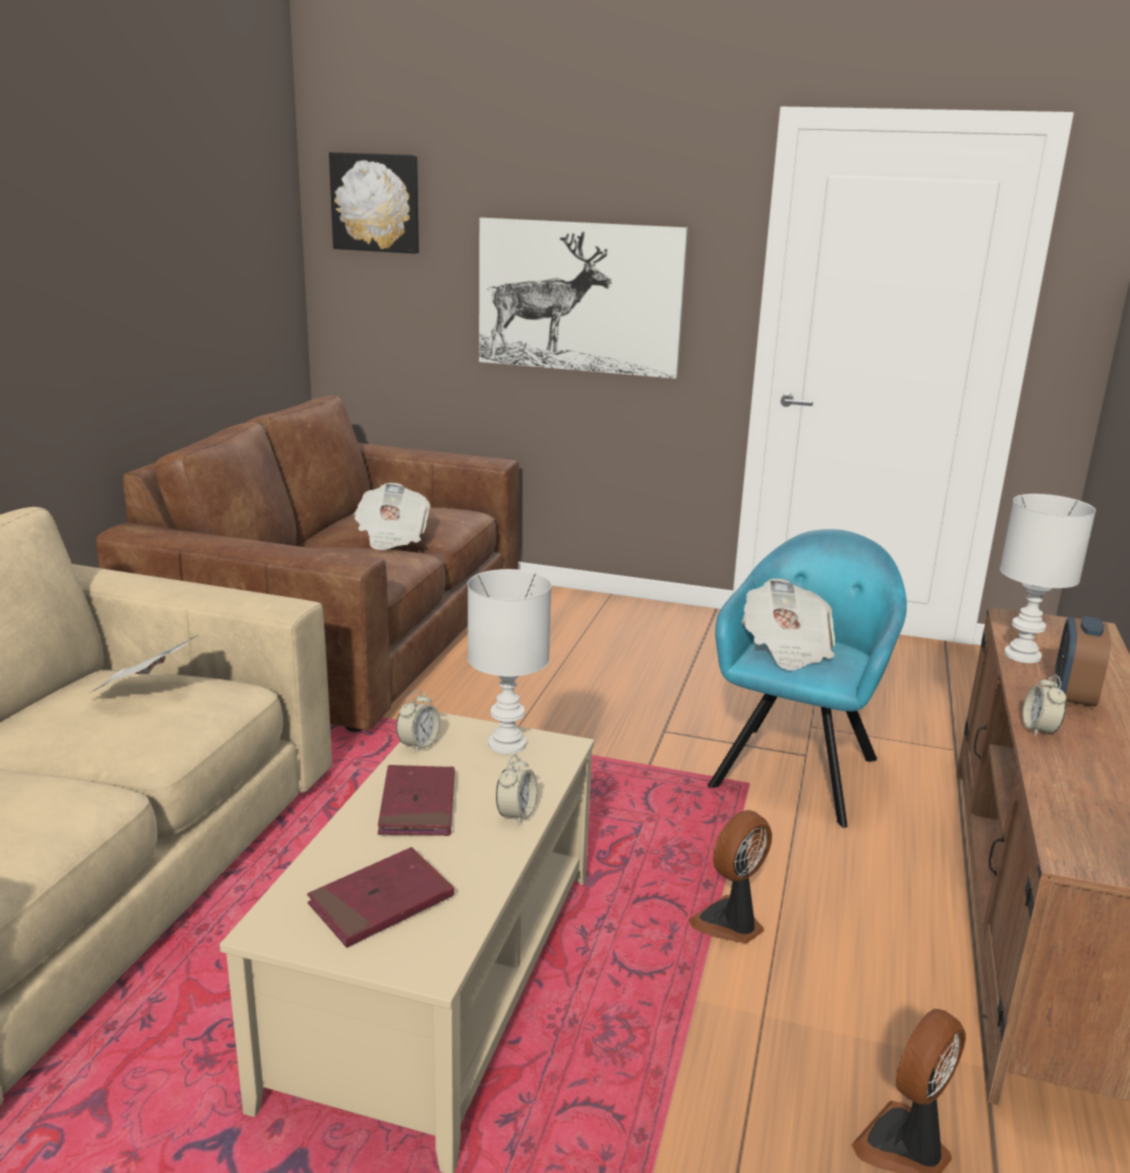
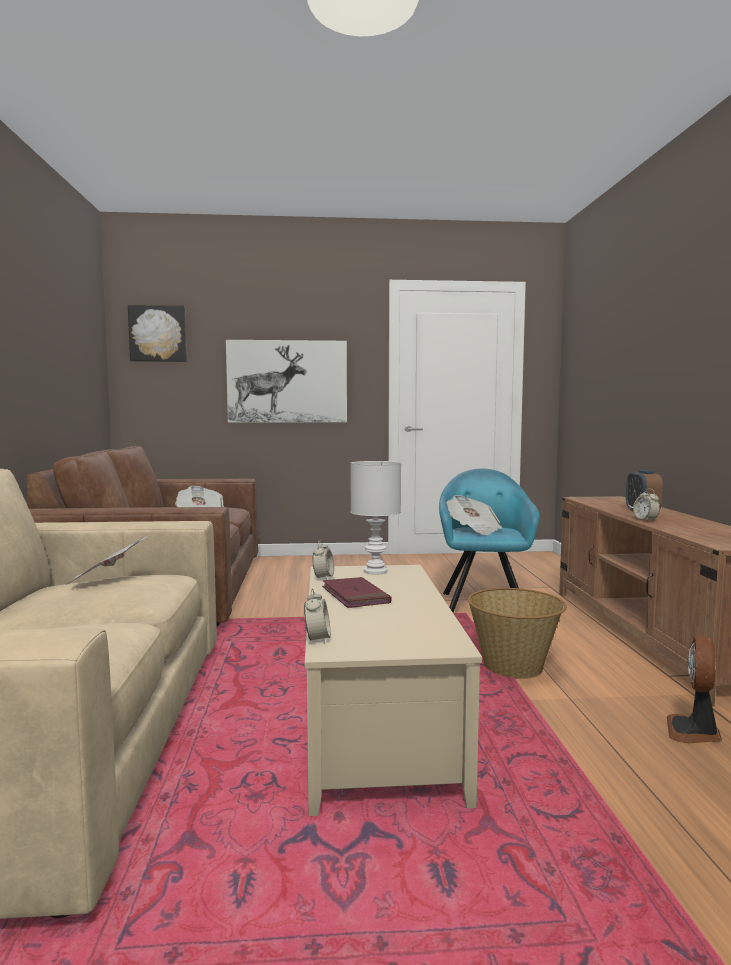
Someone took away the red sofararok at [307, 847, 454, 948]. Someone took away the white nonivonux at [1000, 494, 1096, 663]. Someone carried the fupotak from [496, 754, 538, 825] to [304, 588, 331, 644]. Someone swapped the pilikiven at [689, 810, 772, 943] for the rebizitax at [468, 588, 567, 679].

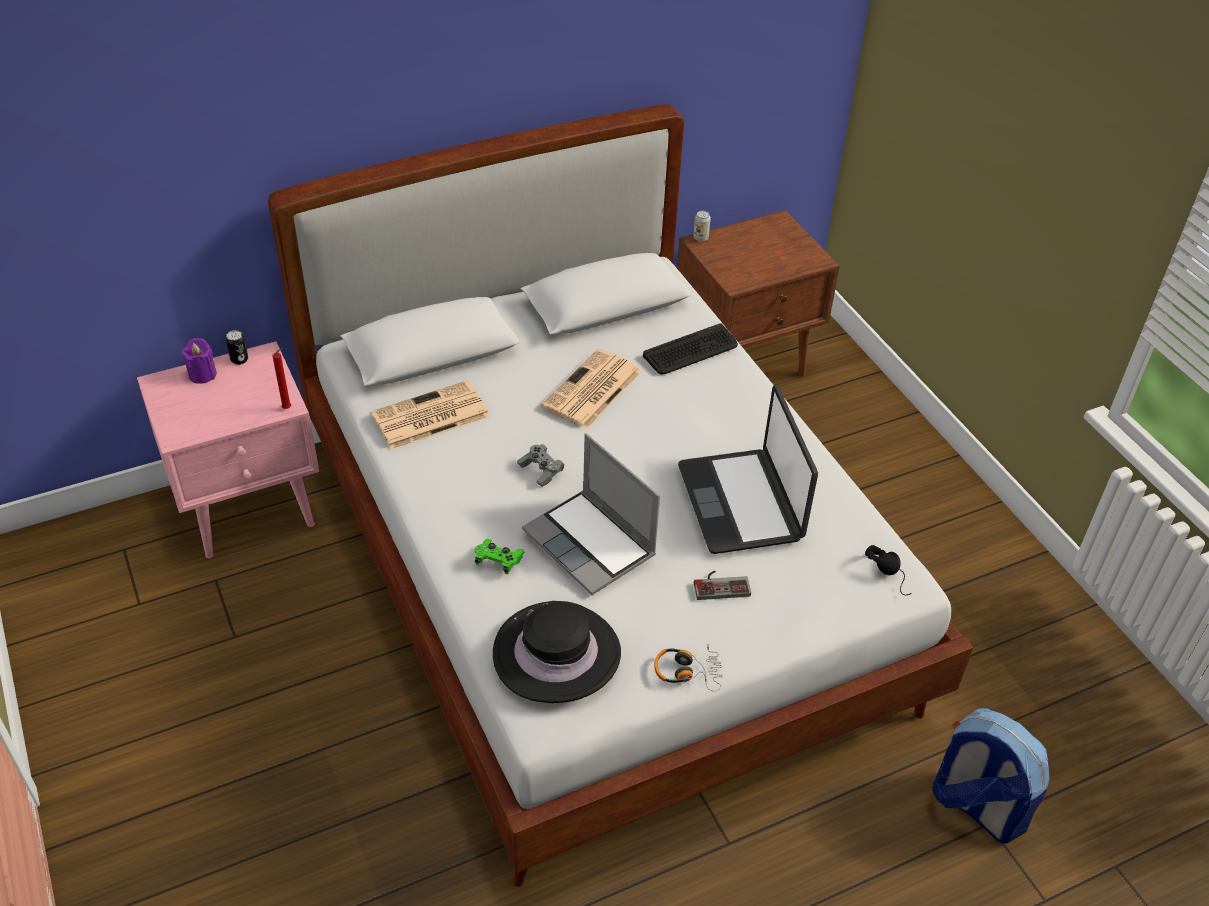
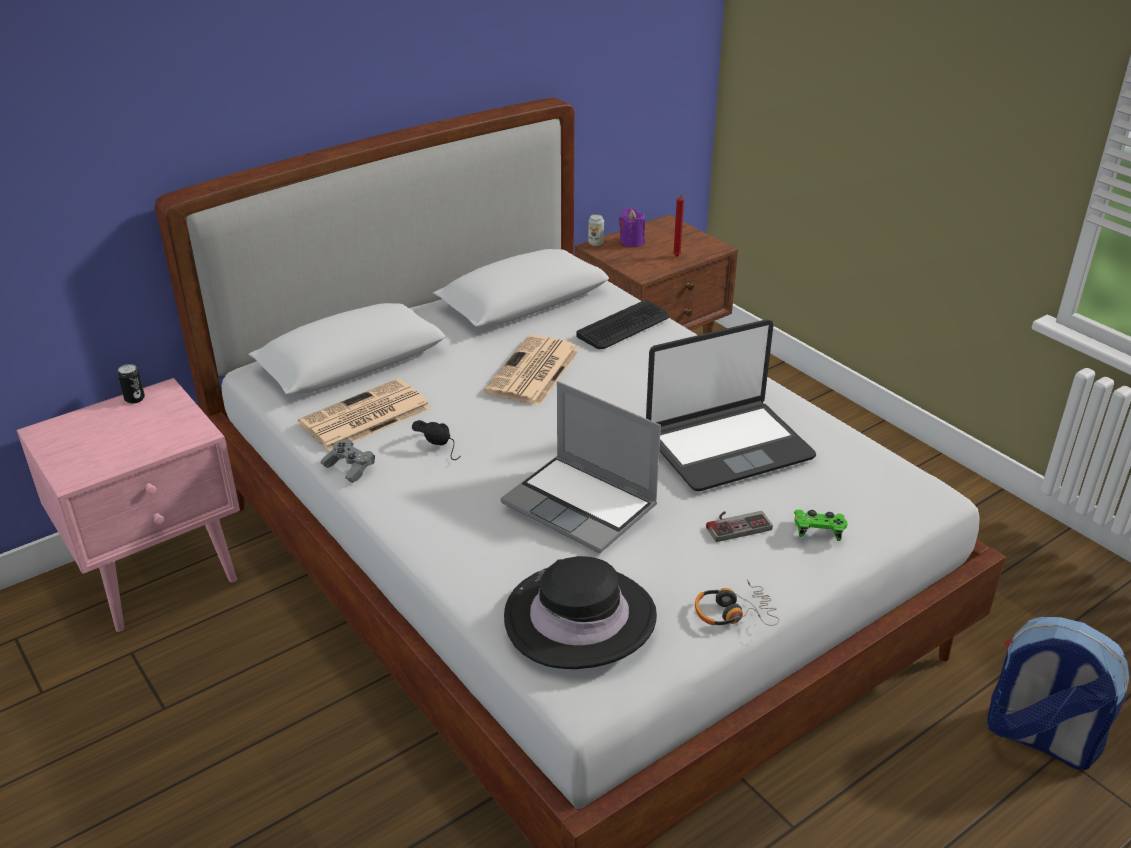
Someone carried the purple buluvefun from [182, 338, 217, 384] to [619, 207, 645, 248]. Someone carried the red buluvefun from [273, 347, 291, 409] to [673, 191, 687, 256]. Someone carried the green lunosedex from [475, 538, 525, 574] to [794, 510, 848, 541]. Someone carried the grey lunosedex from [517, 444, 564, 487] to [321, 439, 375, 483]. Someone carried the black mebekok from [865, 545, 912, 595] to [412, 420, 460, 460]. Someone rotated the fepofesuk at [678, 385, 818, 554] by 90 degrees counterclockwise.

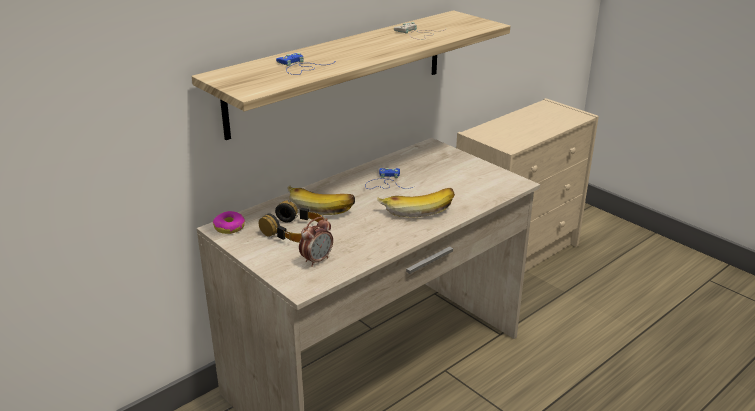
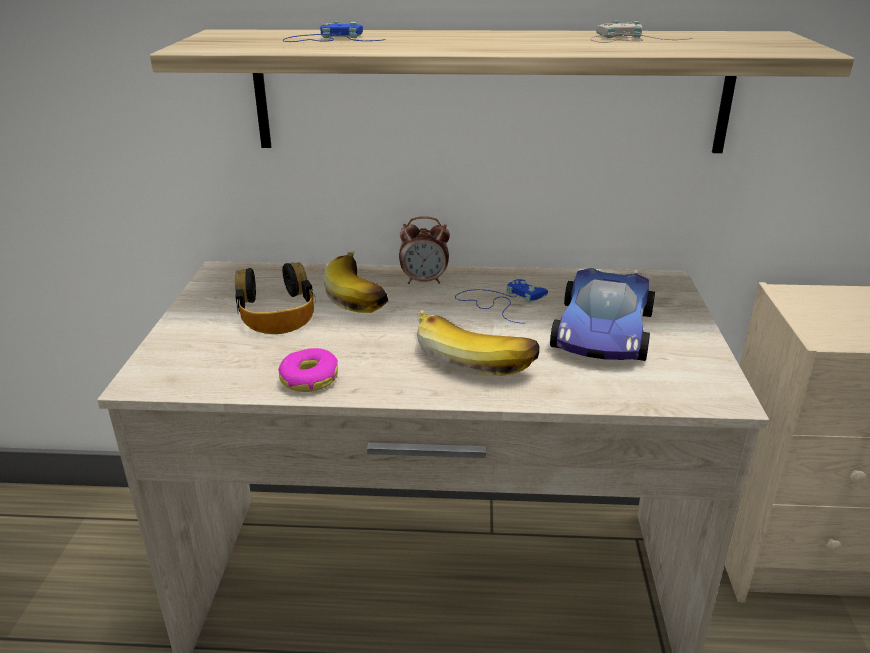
Someone put down the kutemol at [550, 268, 655, 361]. Someone carried the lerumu from [213, 211, 245, 234] to [278, 348, 338, 392]. Someone carried the fupotak from [299, 217, 333, 267] to [399, 216, 450, 284].

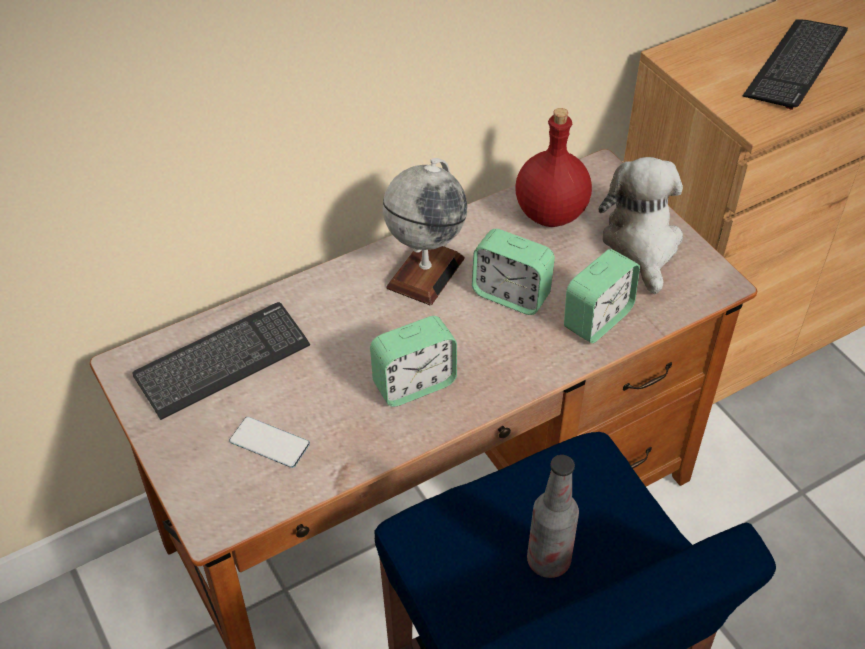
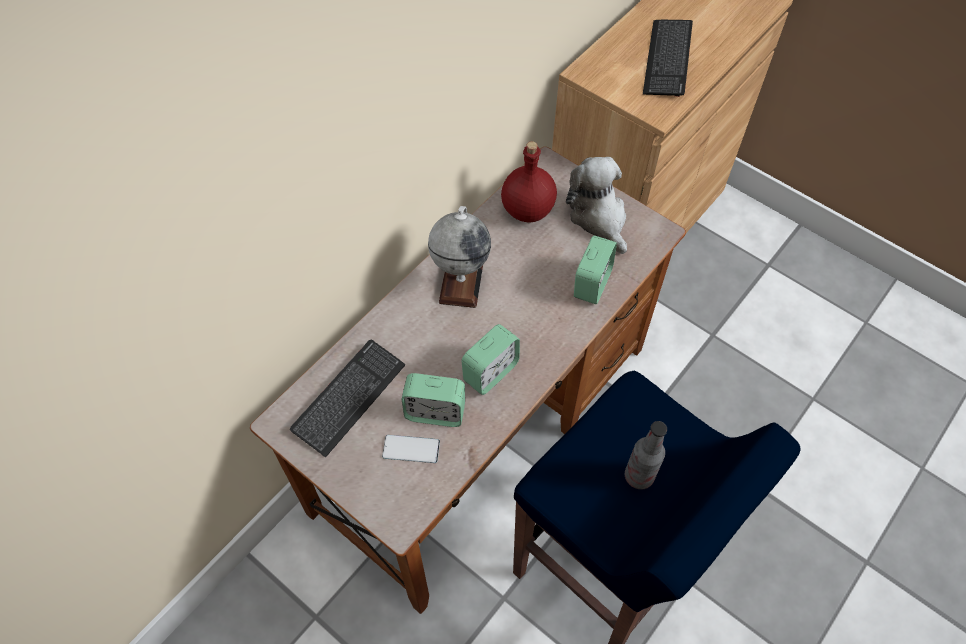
Someone carried the fupotak from [472, 229, 555, 315] to [402, 373, 465, 427].

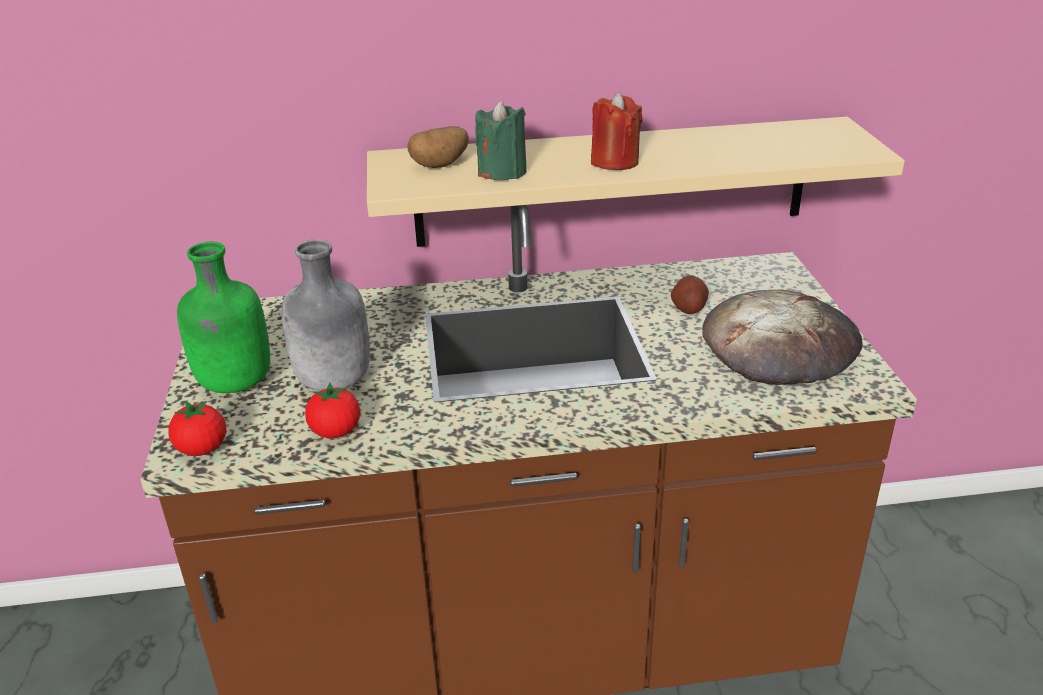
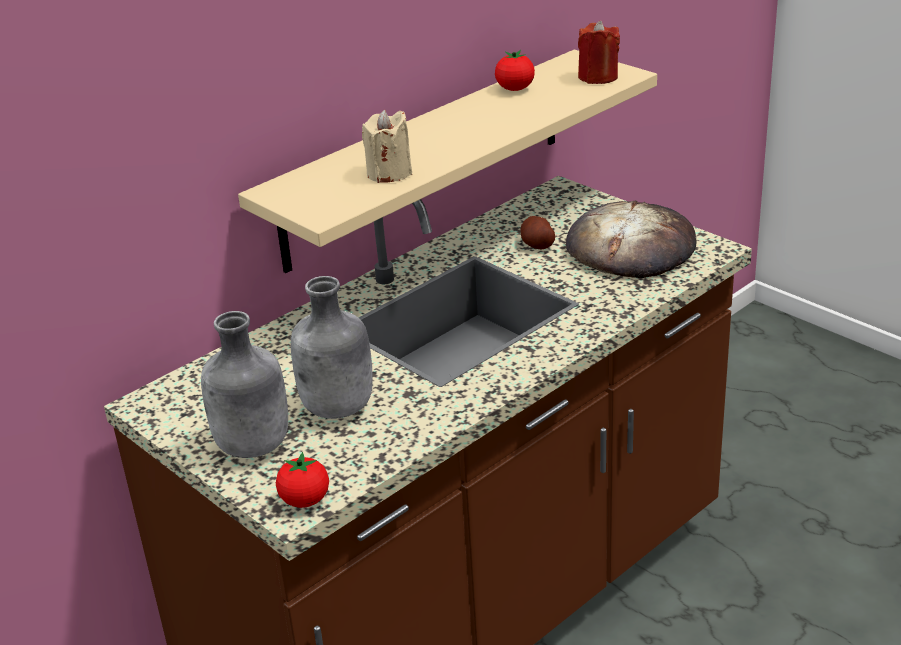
Someone took away the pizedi at [408, 126, 469, 168]. Someone carried the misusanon from [305, 382, 360, 438] to [495, 50, 535, 91]. Someone carried the red buluvefun from [591, 93, 643, 170] to [578, 21, 620, 84]. Someone repainted the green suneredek at [177, 242, 270, 393], which became the grey suneredek at [201, 311, 288, 458]. Someone repainted the green buluvefun at [475, 101, 527, 180], which became the beige buluvefun at [362, 110, 412, 183].

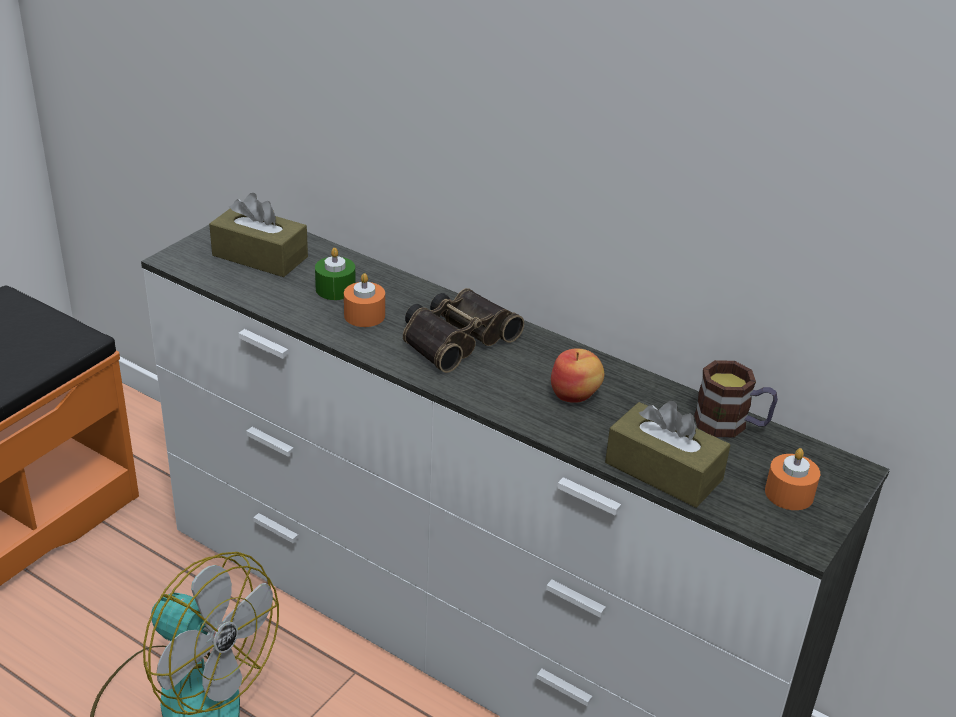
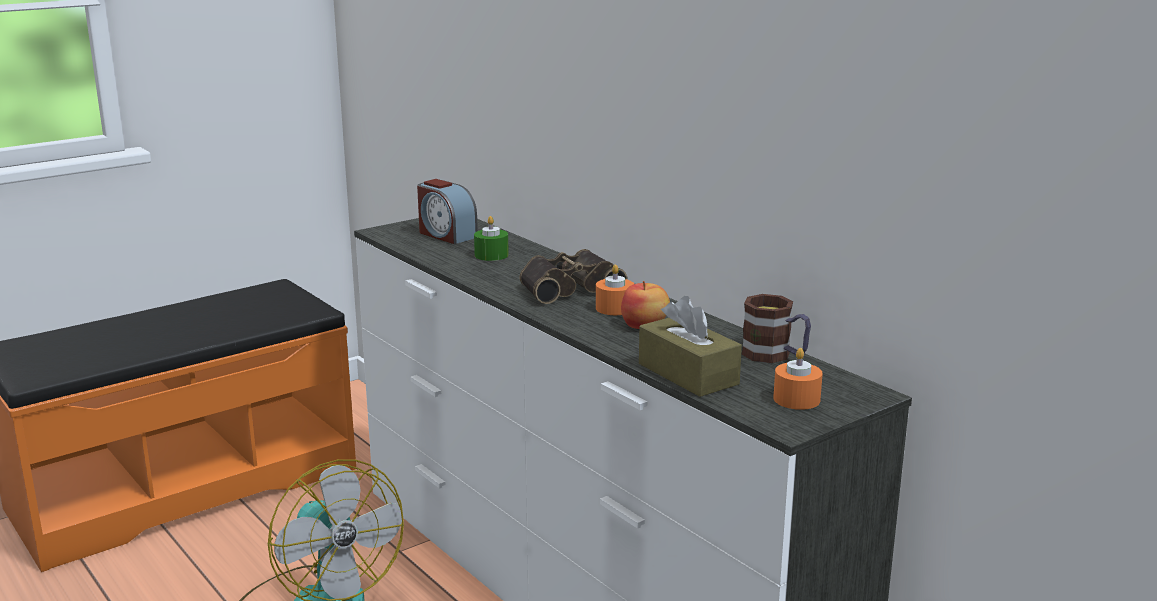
Someone carried the orange buluvefun from [344, 273, 385, 327] to [596, 264, 634, 315]. Someone swapped the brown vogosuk at [209, 193, 308, 277] for the fupotak at [417, 179, 478, 244].

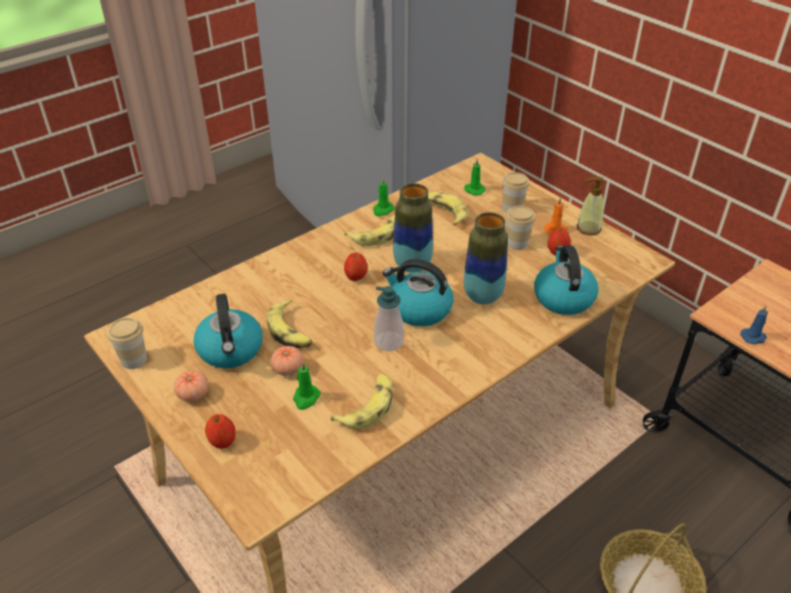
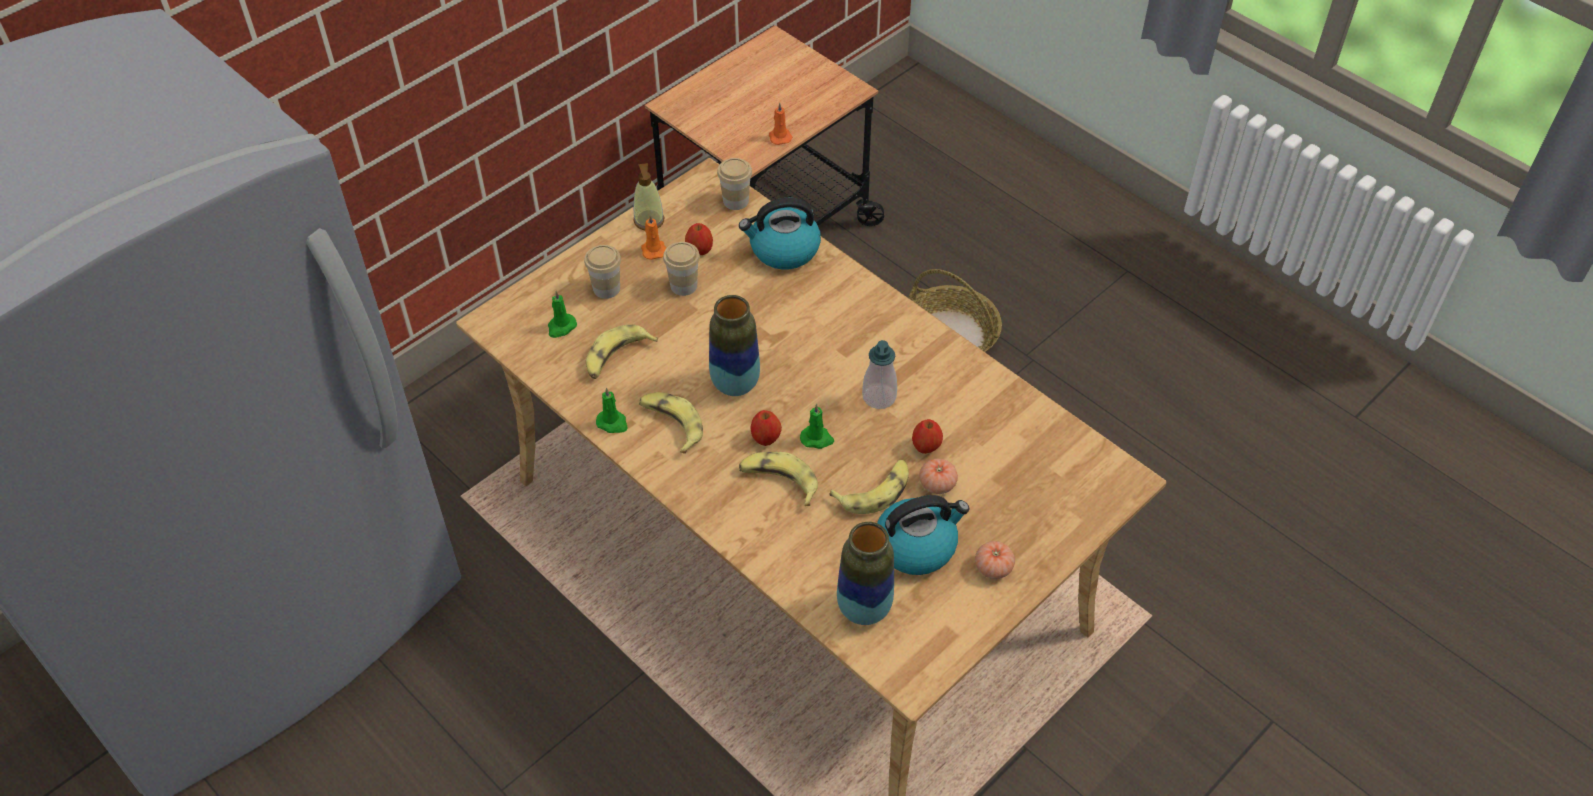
Someone took away the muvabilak at [383, 259, 453, 326]. Someone carried the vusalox from [107, 318, 147, 369] to [717, 158, 752, 210]. Someone carried the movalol from [205, 414, 236, 449] to [912, 419, 943, 454]. Someone carried the green buluvefun from [293, 362, 321, 410] to [800, 404, 834, 449]. Someone carried the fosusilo from [331, 374, 393, 429] to [739, 452, 818, 506]. Someone carried the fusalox from [464, 212, 508, 304] to [837, 522, 894, 625]. Someone repainted the blue buluvefun at [740, 306, 768, 345], which became the orange buluvefun at [769, 103, 793, 145].

